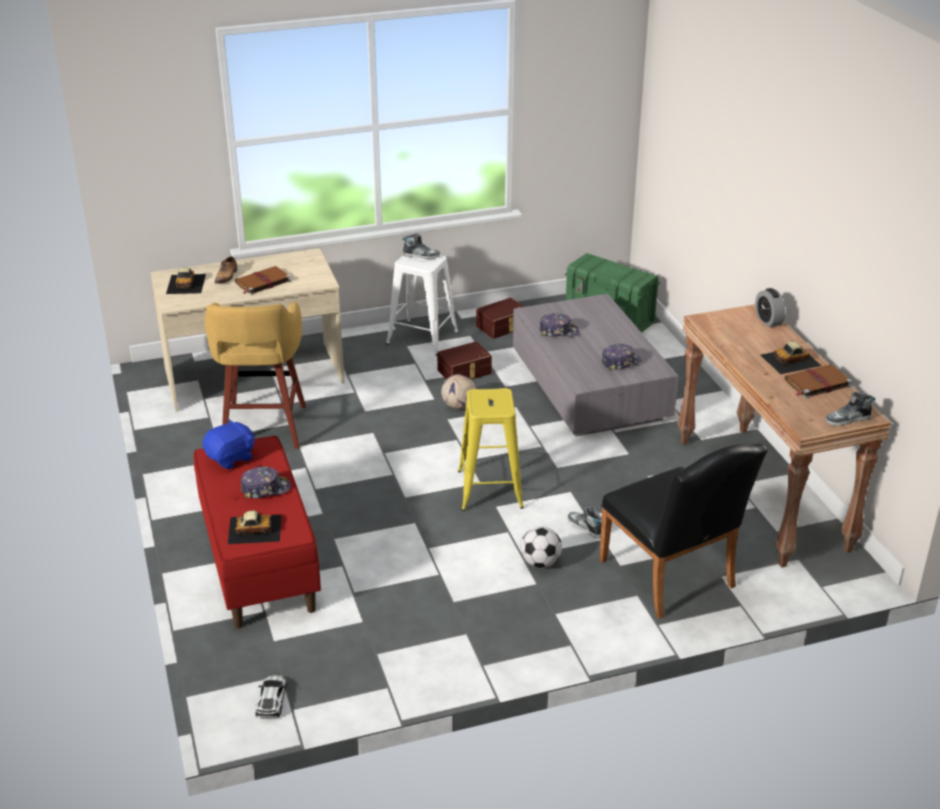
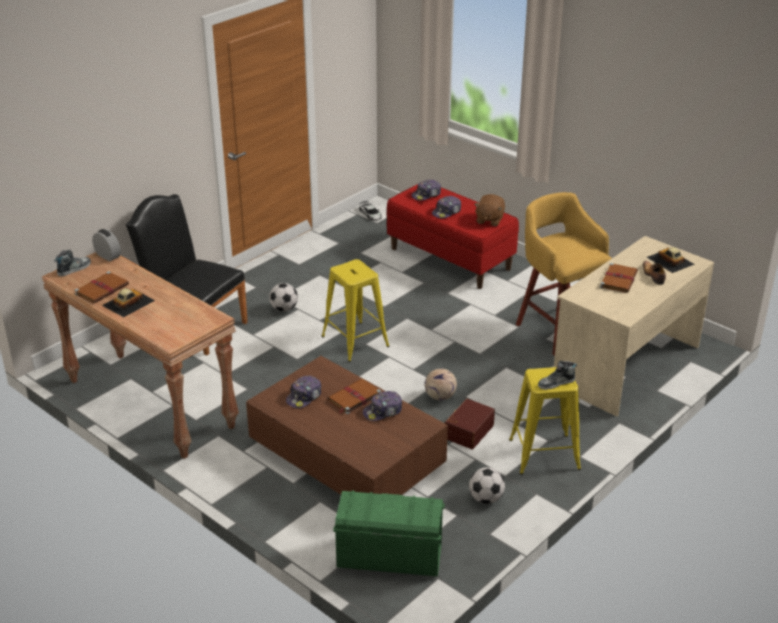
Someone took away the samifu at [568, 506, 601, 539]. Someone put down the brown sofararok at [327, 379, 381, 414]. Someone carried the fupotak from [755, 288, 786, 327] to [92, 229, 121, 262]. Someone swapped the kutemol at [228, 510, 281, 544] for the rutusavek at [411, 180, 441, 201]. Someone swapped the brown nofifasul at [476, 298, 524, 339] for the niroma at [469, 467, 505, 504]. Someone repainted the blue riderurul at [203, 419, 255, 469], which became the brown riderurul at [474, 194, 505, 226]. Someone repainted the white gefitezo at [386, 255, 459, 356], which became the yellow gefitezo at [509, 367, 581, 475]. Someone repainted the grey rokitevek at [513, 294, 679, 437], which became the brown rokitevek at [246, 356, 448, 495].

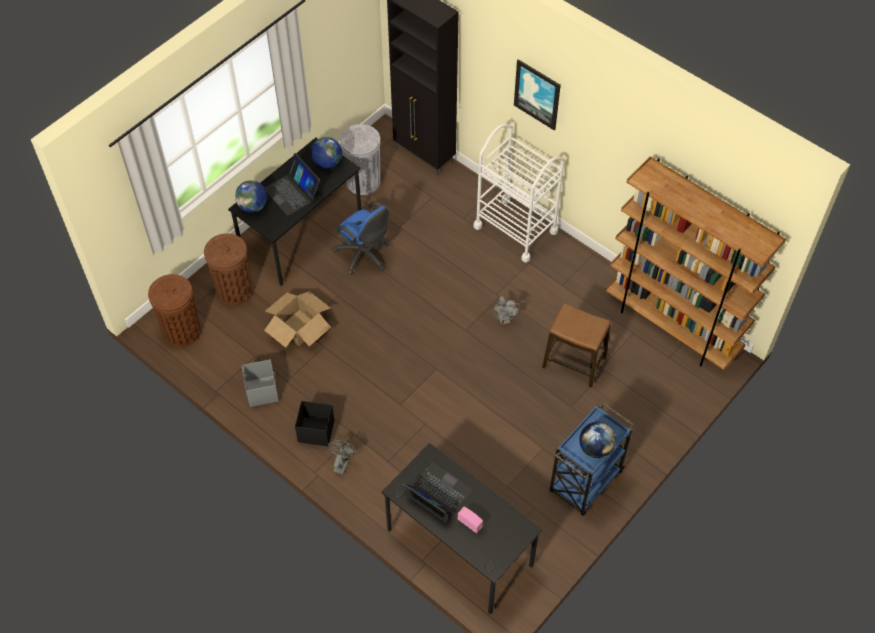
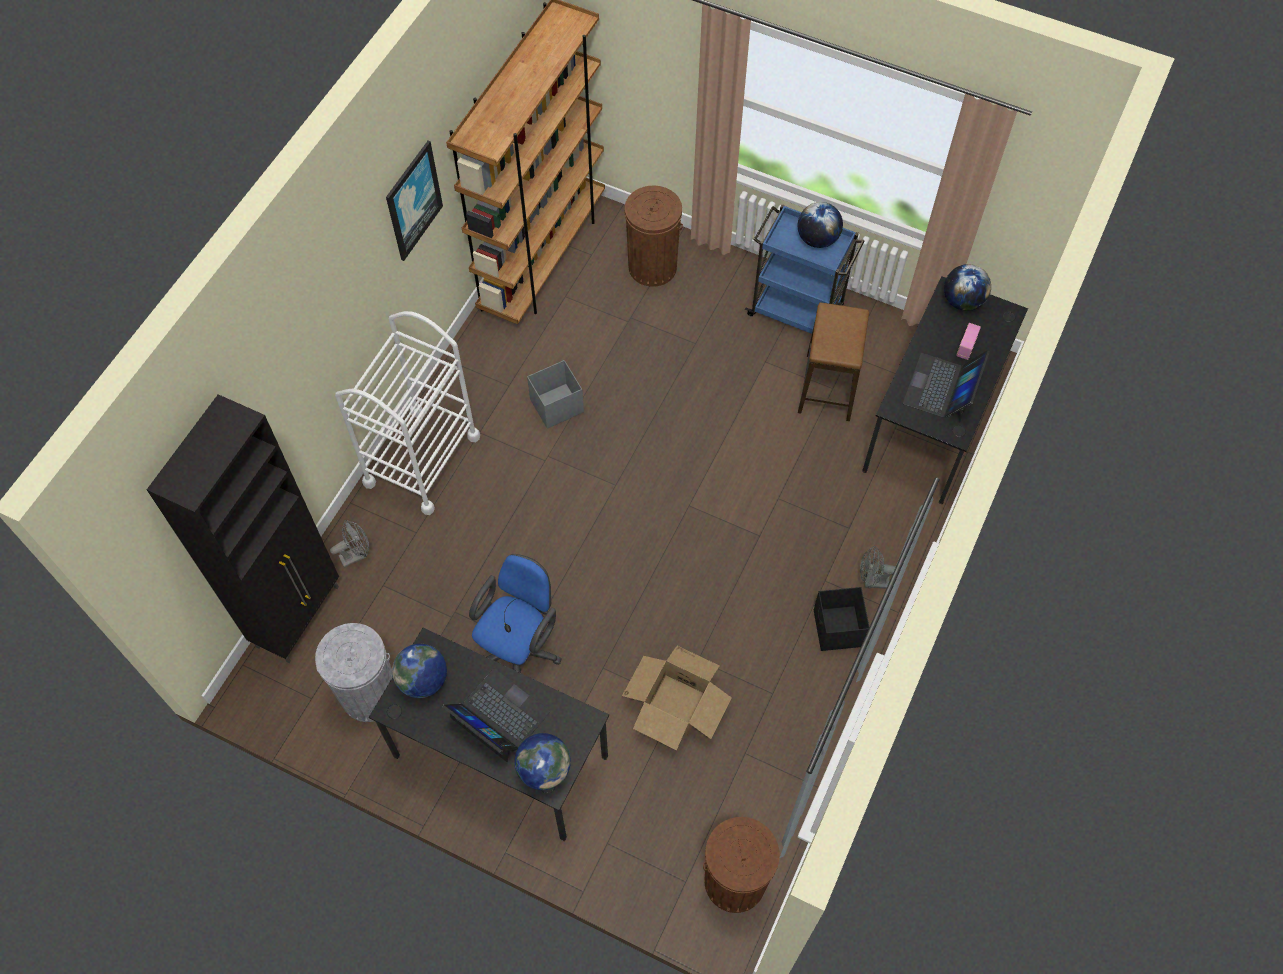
Someone put down the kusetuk at [944, 264, 991, 311]. Someone carried the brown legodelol from [204, 233, 253, 306] to [624, 186, 683, 287]. Someone carried the grey nofifasul from [242, 359, 279, 407] to [527, 360, 584, 429]. Someone carried the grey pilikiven from [492, 296, 520, 325] to [330, 520, 369, 568]. Someone carried the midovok from [514, 59, 561, 130] to [386, 141, 443, 261]. Someone carried the gefitezo from [542, 303, 611, 388] to [798, 303, 869, 421]. Someone rotated the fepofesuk at [264, 153, 320, 215] by 90 degrees counterclockwise.

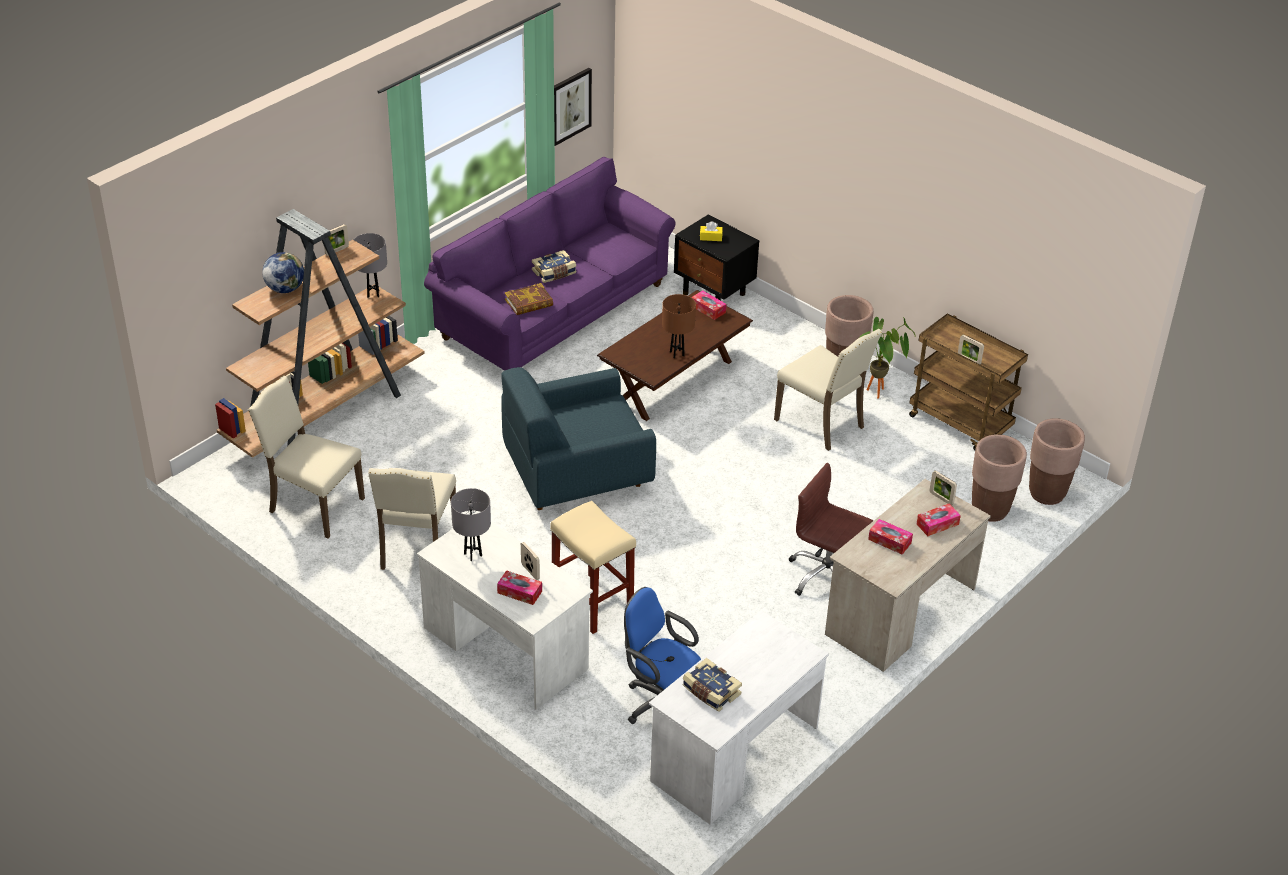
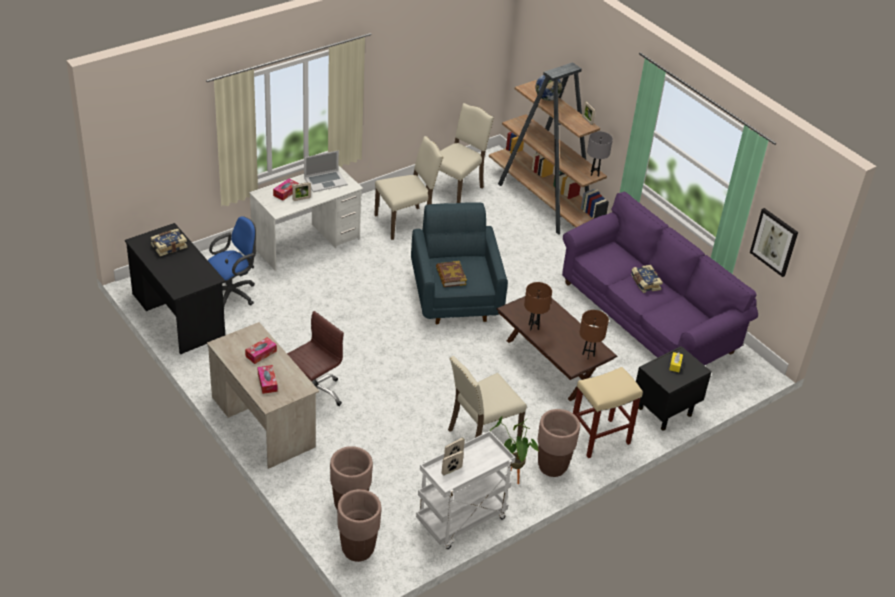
Someone carried the sofararok from [505, 283, 553, 315] to [436, 261, 467, 287]. Someone carried the beige gefitezo from [550, 501, 636, 634] to [573, 367, 643, 458]. Someone carried the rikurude from [929, 471, 957, 505] to [442, 451, 464, 475]. Someone swapped the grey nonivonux at [451, 488, 491, 561] for the fepofesuk at [304, 150, 348, 192]. Someone swapped the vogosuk at [691, 290, 726, 320] for the brown nonivonux at [579, 310, 609, 360]. Someone repainted the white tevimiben at [649, 611, 829, 825], which became the black tevimiben at [125, 223, 225, 354]. Someone repainted the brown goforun at [909, 313, 1028, 450], which became the white goforun at [416, 431, 515, 549]. Someone rotated the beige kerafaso at [368, 468, 456, 570] by 135 degrees clockwise.

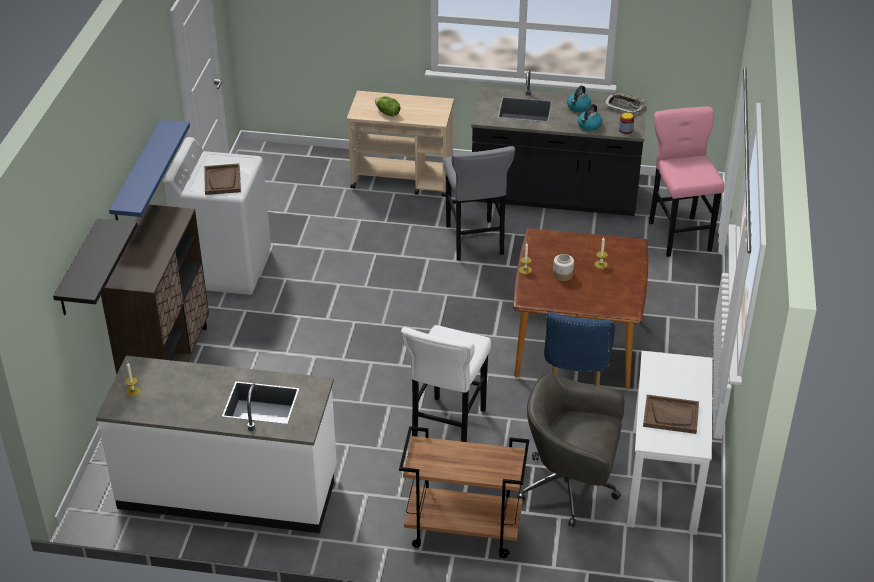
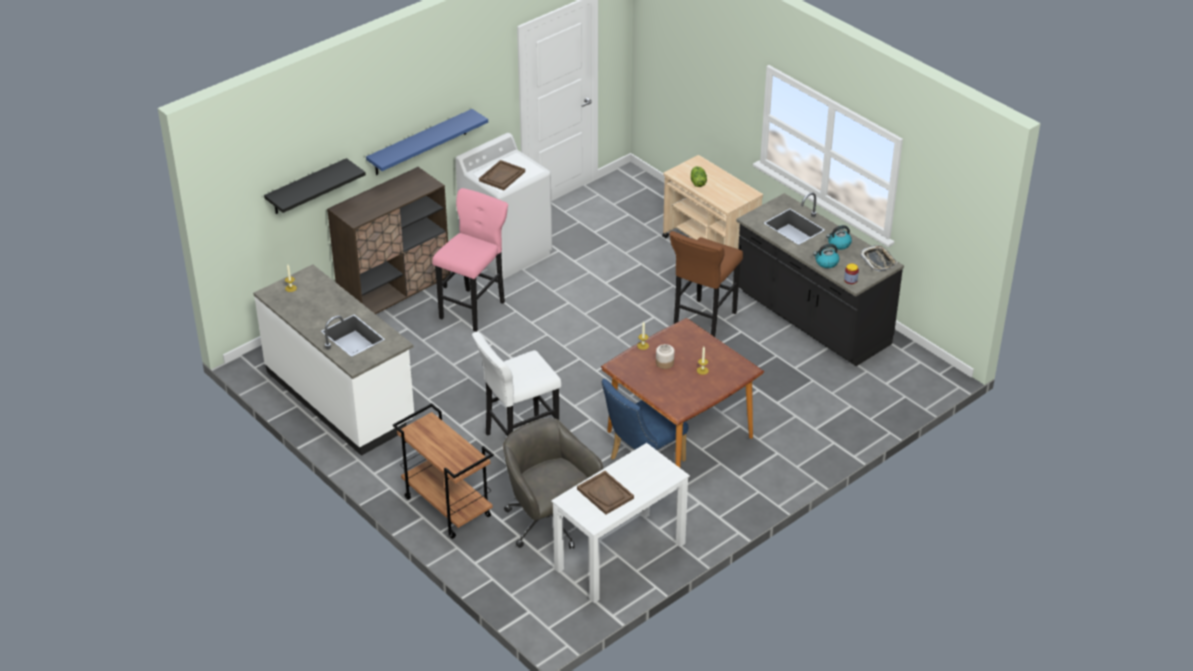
Someone carried the pink gefitezo from [649, 106, 725, 257] to [432, 188, 508, 332]. Someone repainted the grey gefitezo at [444, 146, 515, 260], which became the brown gefitezo at [669, 231, 743, 337].

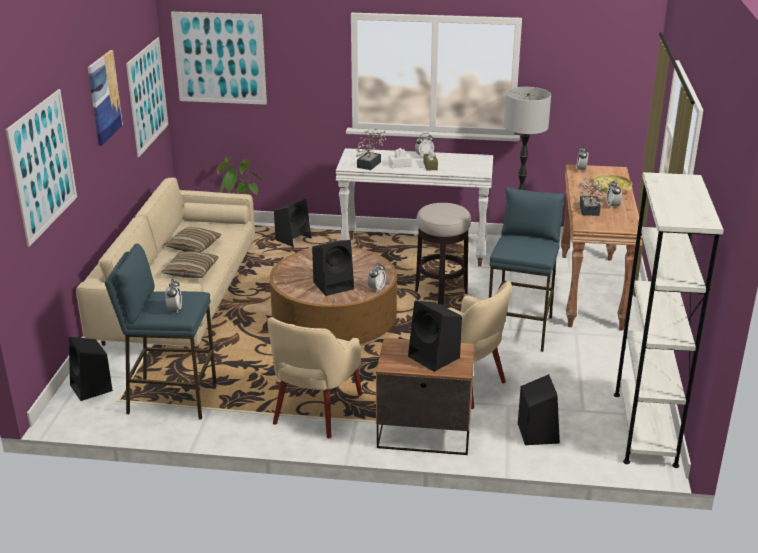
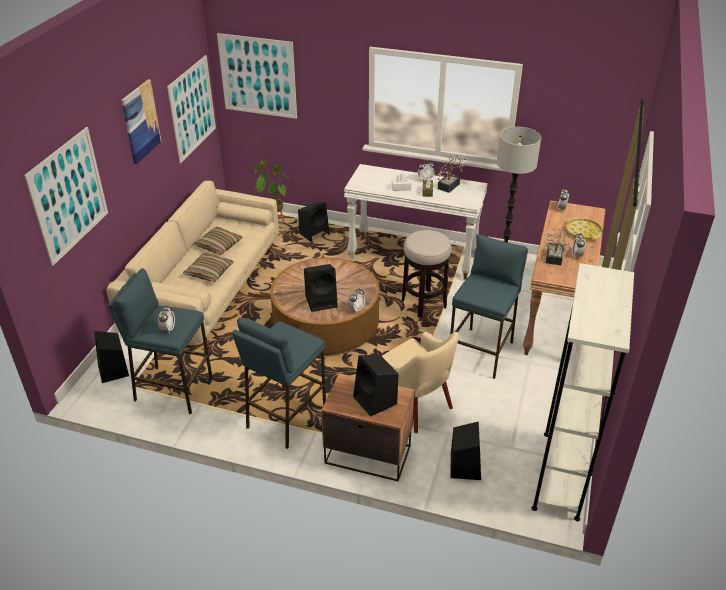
Someone carried the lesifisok from [356, 128, 387, 170] to [438, 155, 466, 193]. Someone swapped the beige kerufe at [267, 317, 362, 438] for the blue gefitezo at [232, 318, 326, 449].

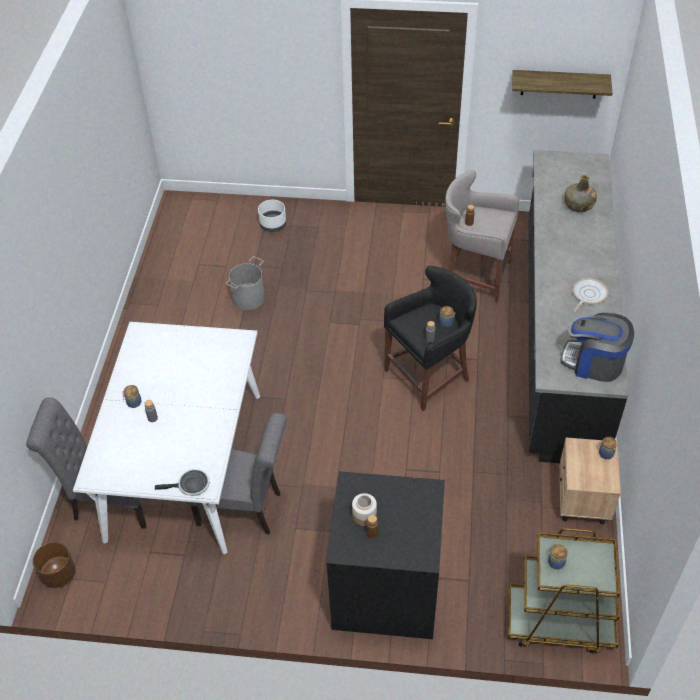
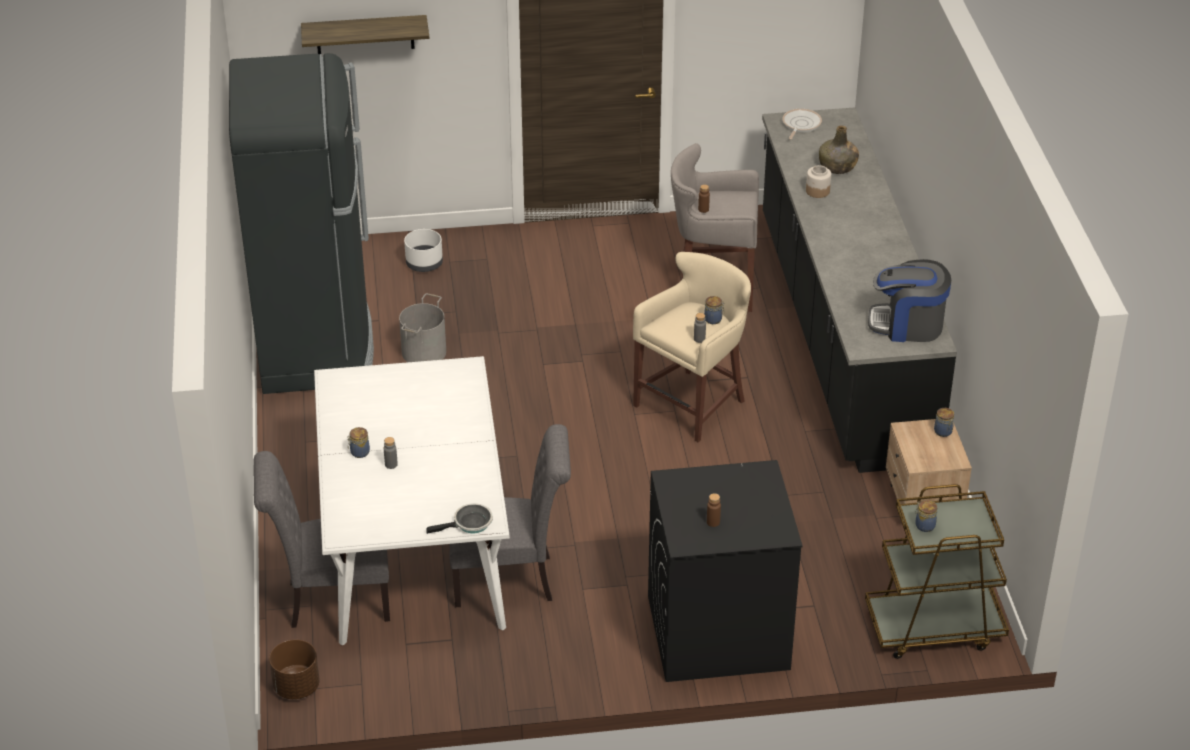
Someone put down the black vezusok at [229, 53, 374, 394]. Someone carried the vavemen from [352, 493, 377, 526] to [806, 165, 831, 198]. Someone carried the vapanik from [512, 70, 613, 99] to [301, 15, 429, 55]. Someone carried the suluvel from [573, 278, 608, 312] to [782, 109, 822, 140]. Someone repainted the black gefitezo at [384, 266, 477, 411], which became the beige gefitezo at [633, 252, 751, 442].

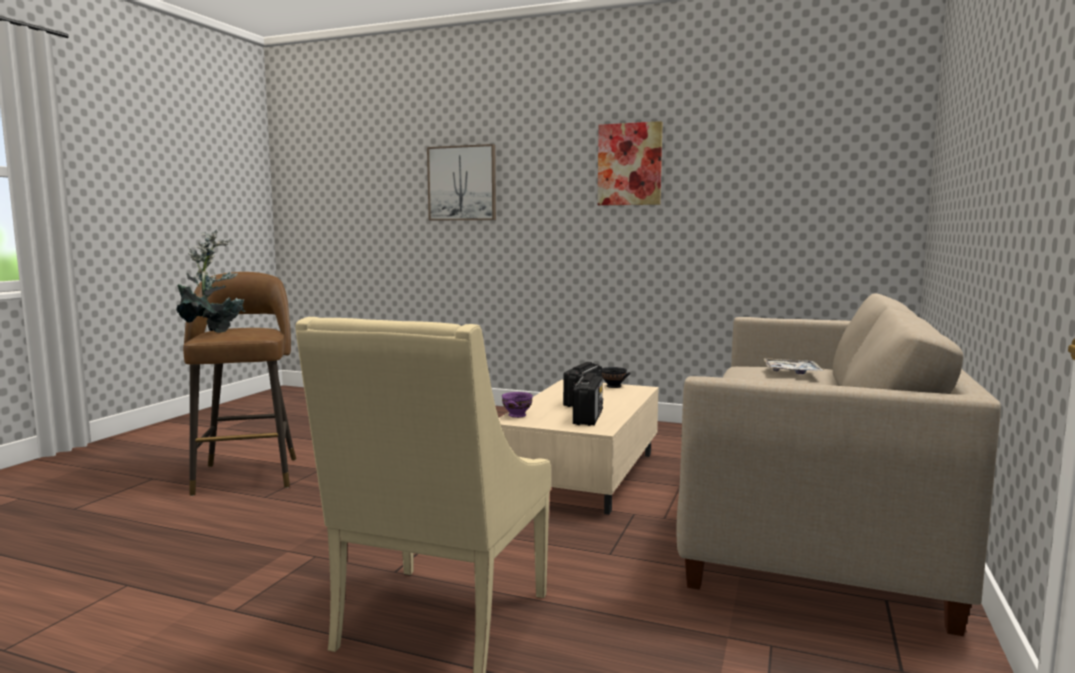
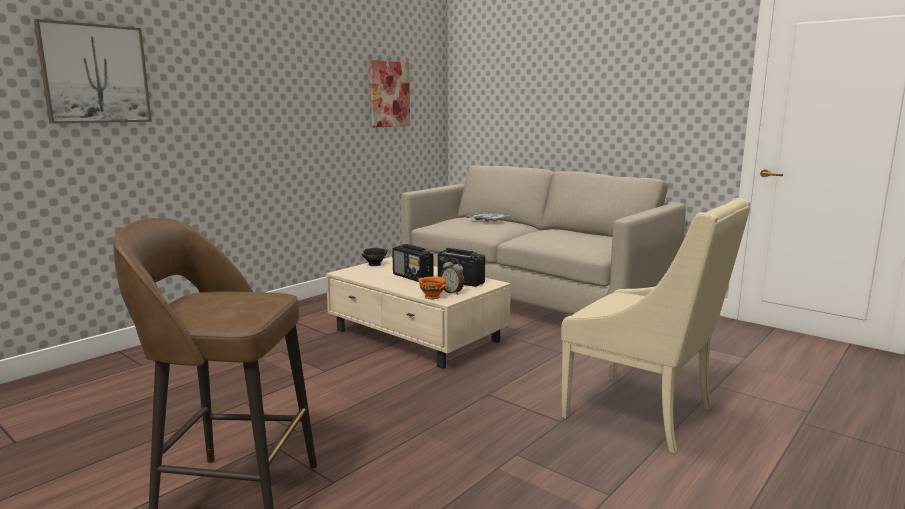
Someone took away the lesifisok at [176, 230, 245, 333]. Someone put down the fupotak at [440, 258, 464, 295]. Someone carried the midovok from [597, 121, 663, 205] to [370, 60, 410, 127]. Someone repainted the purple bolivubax at [502, 392, 533, 418], which became the orange bolivubax at [418, 276, 447, 299].

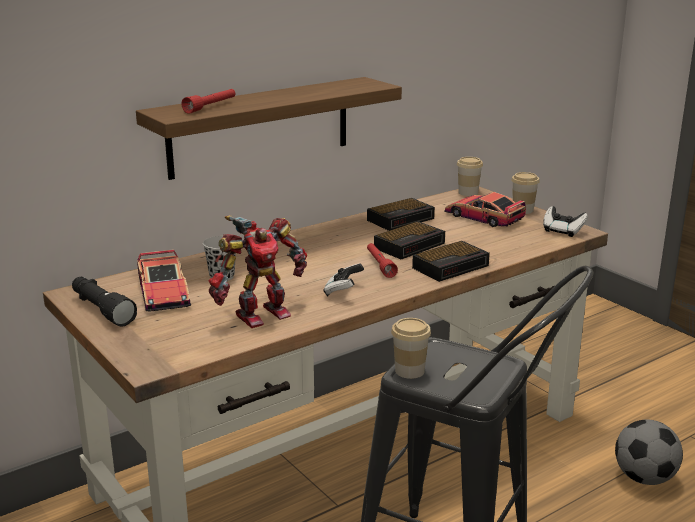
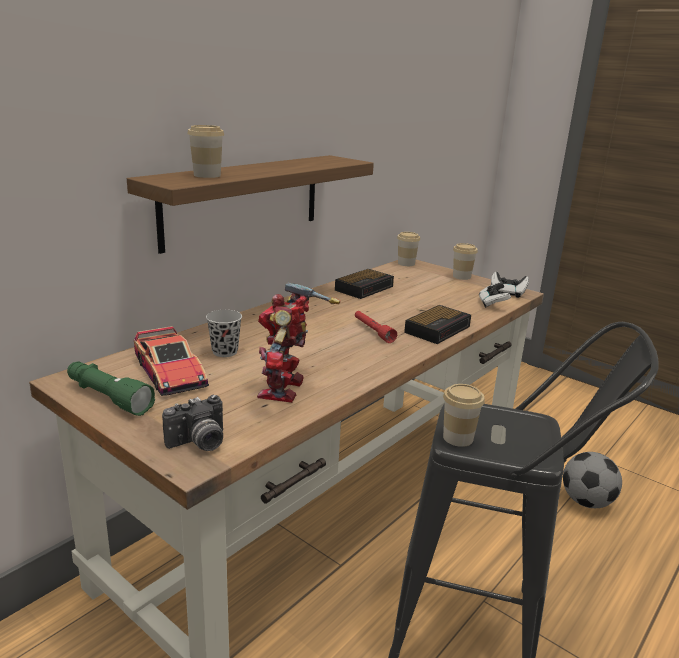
Someone took away the fupotak at [374, 221, 445, 259]. Someone took away the kutemol at [444, 192, 526, 227]. Someone put down the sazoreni at [162, 395, 223, 451]. Someone carried the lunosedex from [324, 263, 364, 296] to [479, 282, 511, 308]. Someone swapped the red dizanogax at [181, 89, 235, 114] for the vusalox at [188, 125, 224, 178]. Someone repainted the black dizanogax at [72, 277, 137, 327], which became the green dizanogax at [67, 362, 155, 416]. Someone rotated the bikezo at [208, 215, 307, 328] by 150 degrees clockwise.

